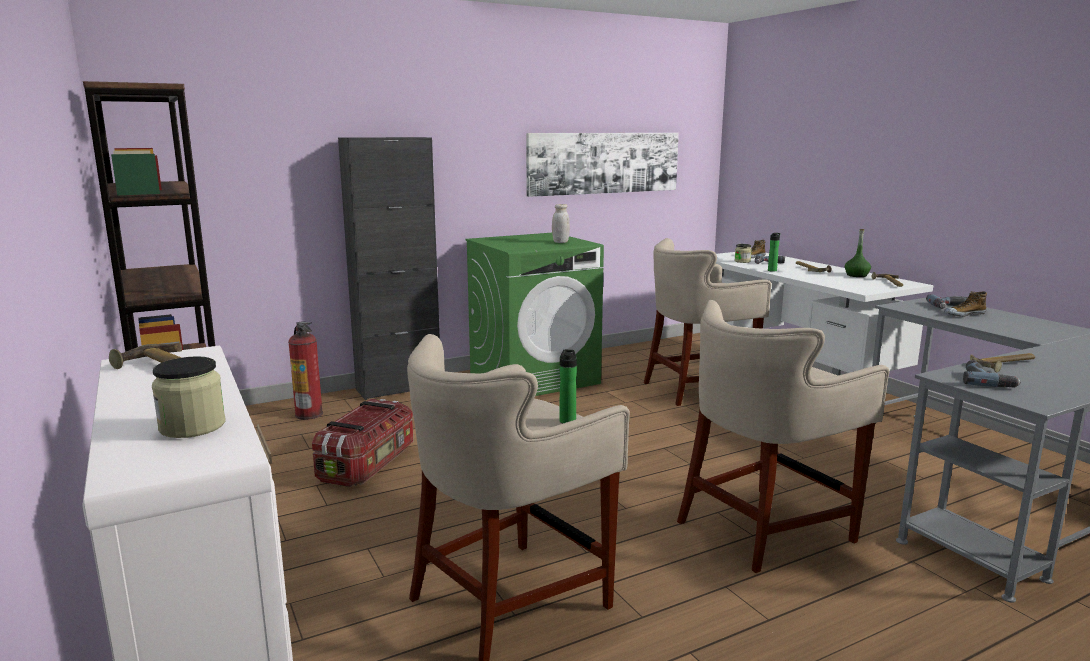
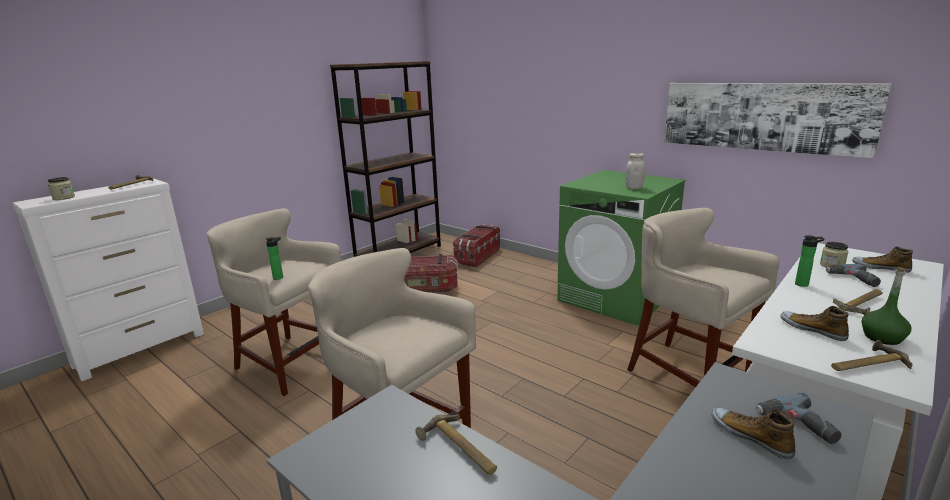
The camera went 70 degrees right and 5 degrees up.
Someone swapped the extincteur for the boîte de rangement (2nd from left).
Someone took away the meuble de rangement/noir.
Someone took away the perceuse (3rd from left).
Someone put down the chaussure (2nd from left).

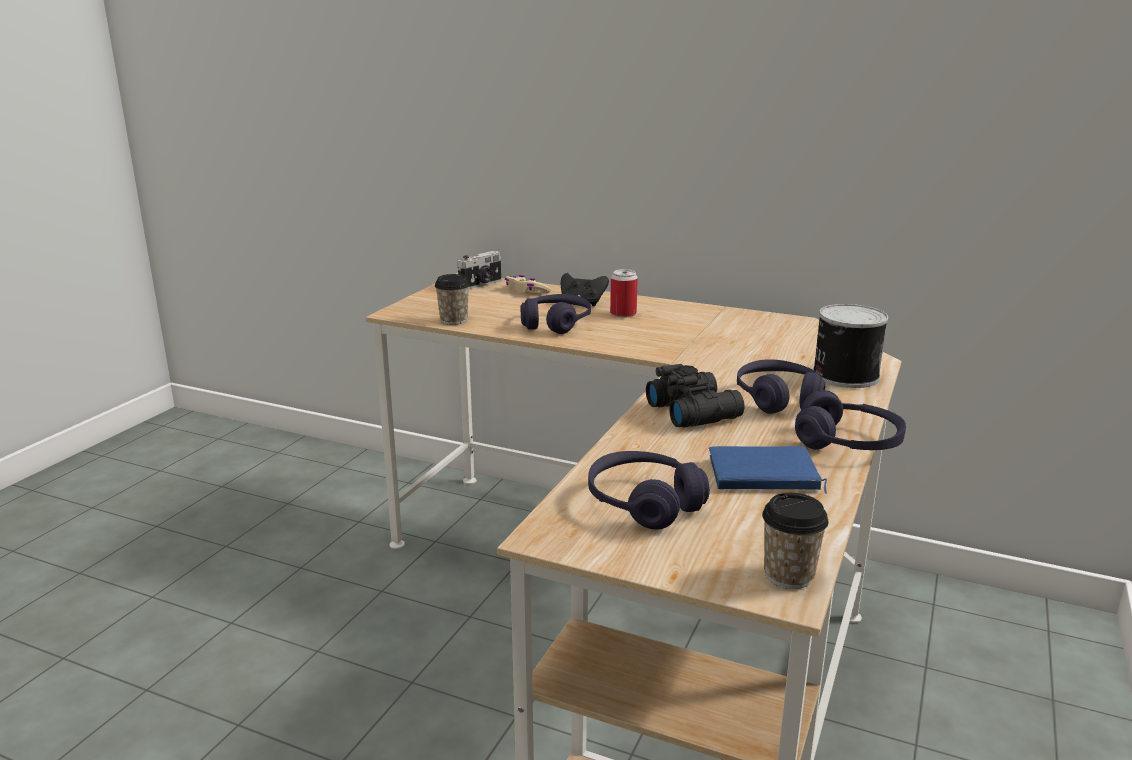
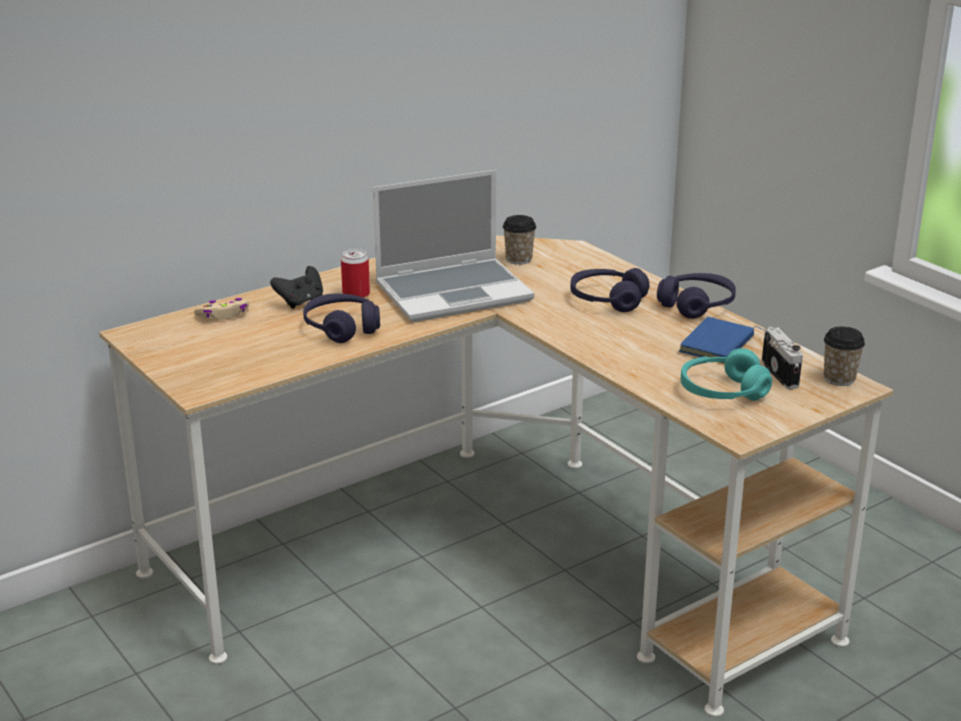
The camera went 60 degrees left and 5 degrees up.
Someone carried the tasse (1st from left).
Someone carried the appareil photo.
Someone repainted the casque audio/violet (2nd from left), which became the casque audio/turquoise.
Someone took away the jumelles/noir.
Someone took away the boîte métallique (2nd from left).
Someone put down the ordinateur portable.

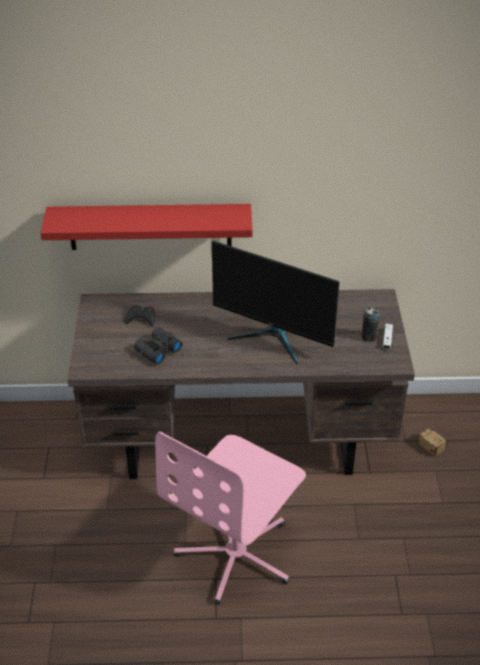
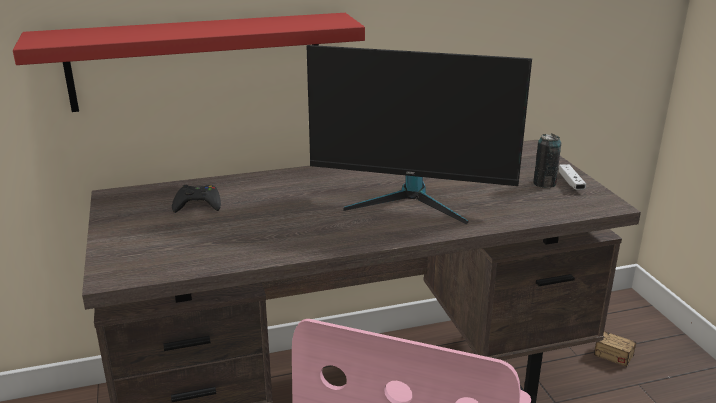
The camera went 15 degrees left and 15 degrees down.
Someone took away the jumelles/noir.

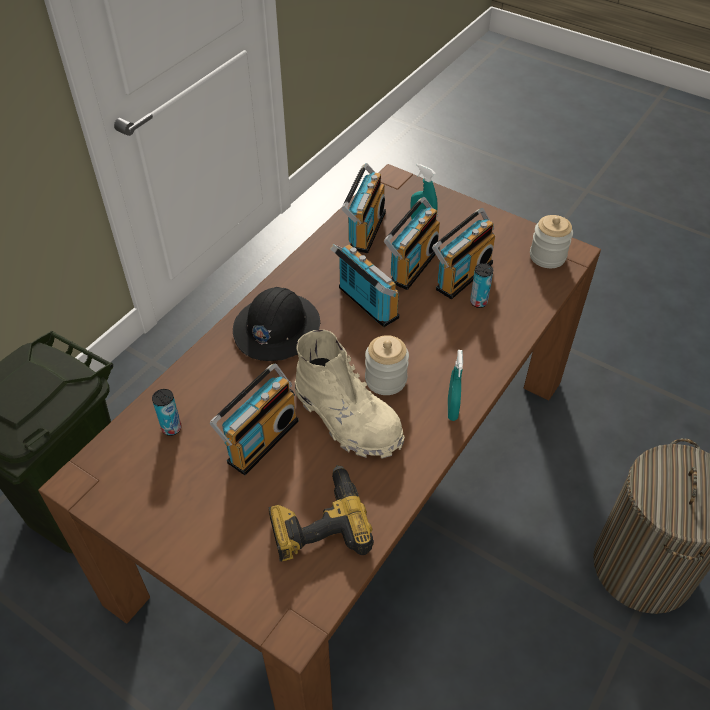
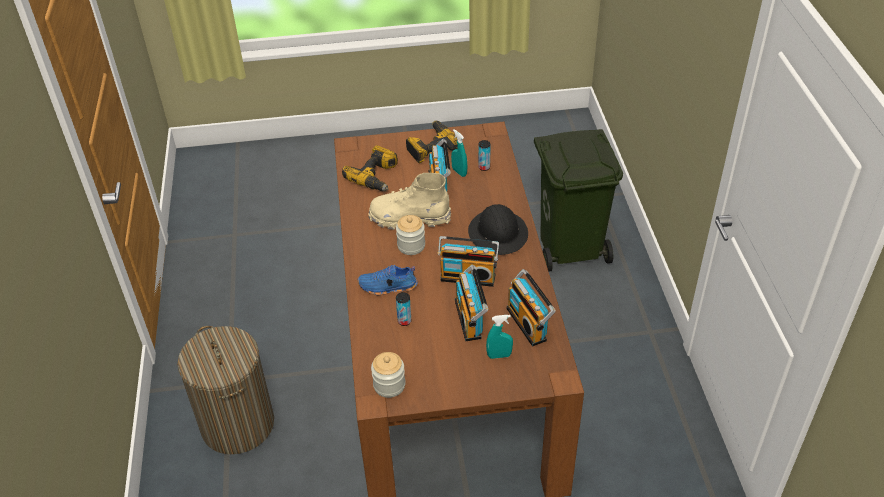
The camera went 140 degrees right and 5 degrees down.
Someone took away the radio (5th from left).
Someone carried the vaporisateur/turquoise (2nd from left in the first image).
Someone put down the chaussure/bleu.
Someone put down the perceuse (2nd from left).

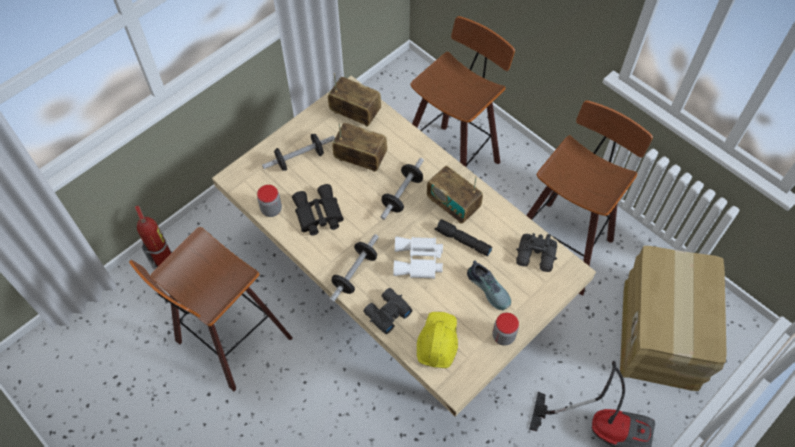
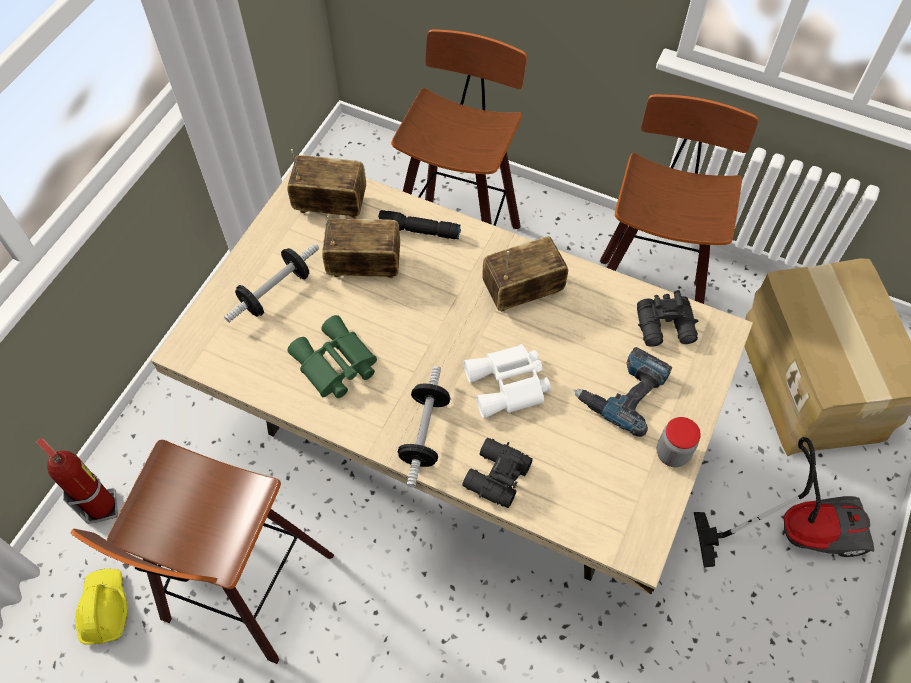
The camera went 20 degrees left and 0 degrees up.
Someone took away the bocal (1st from left).
Someone repainted the jumelles/noir (1st from left), which became the jumelles/vert.
Someone took away the haltère (3rd from left).
Someone carried the casque de chantier/jaune.
Someone rotated the radio (3rd from left) by 135 degrees clockwise.
Someone carried the lampe de poche/noir.
Someone swapped the chaussure for the perceuse.

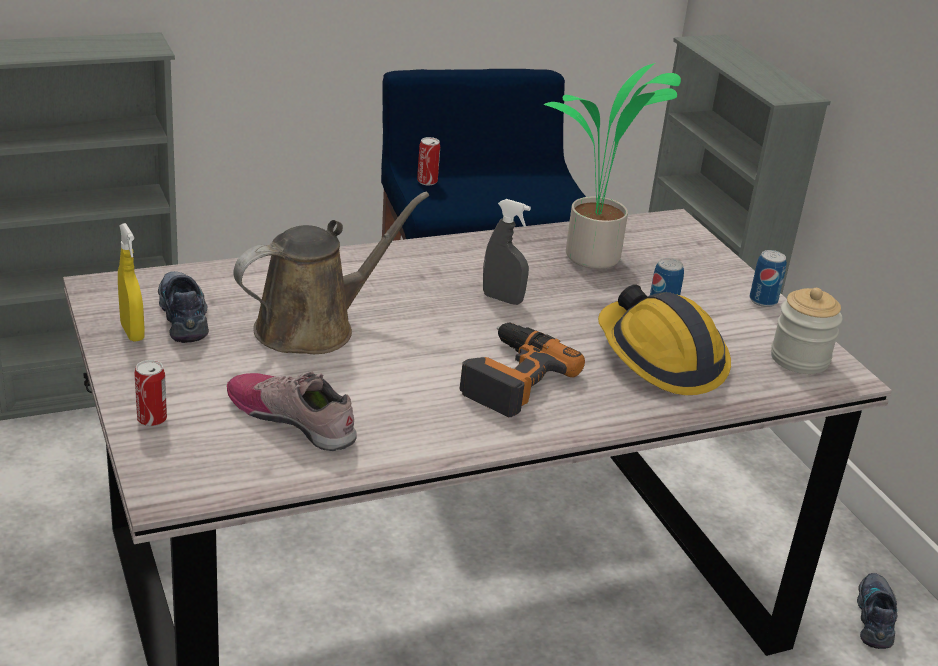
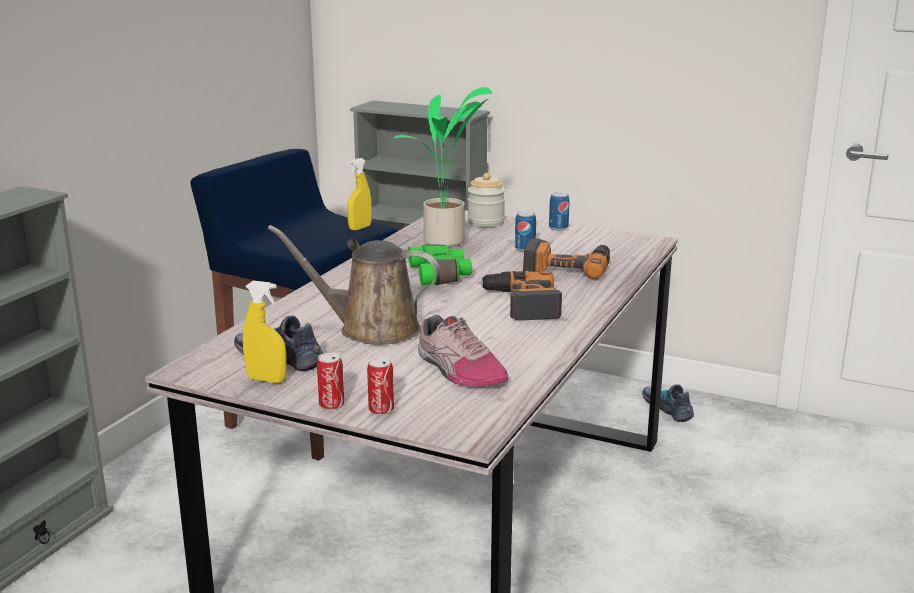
The camera went 40 degrees left and 10 degrees down.
Someone rotated the chaussure (2nd from left) by 120 degrees counterclockwise.
Someone rotated the arrosoir/marron by 90 degrees counterclockwise.
Someone carried the boîte métallique (2nd from left in the first image).
Someone swapped the vaporisateur/gris for the jumelles/vert.
Someone swapped the casque de chantier for the perceuse (2nd from left).
Someone carried the bocal.
Someone put down the vaporisateur/jaune (2nd from left).

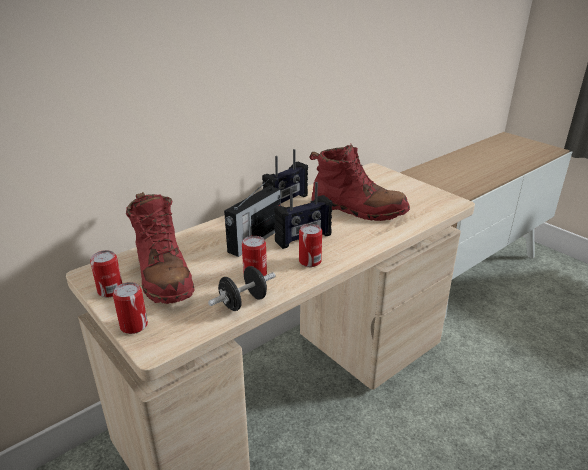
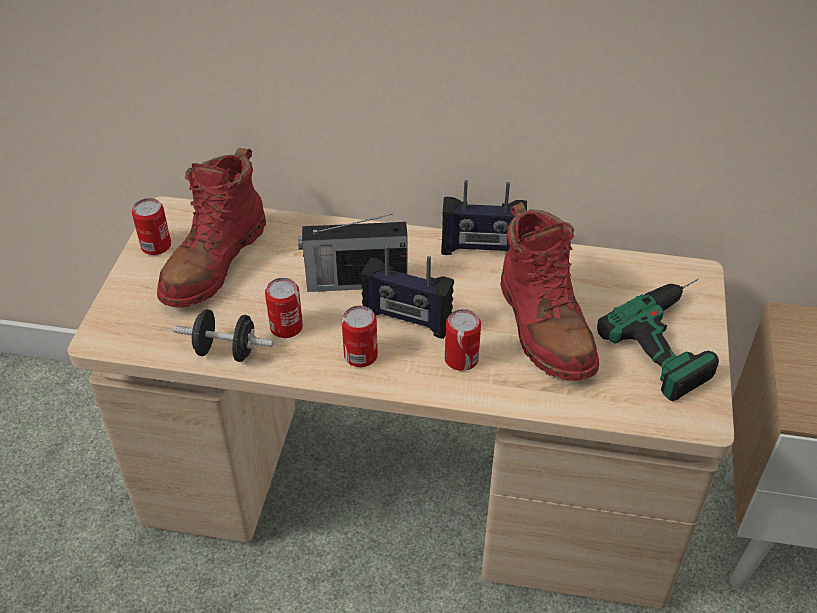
The camera went 50 degrees right and 15 degrees up.
Someone carried the boîte métallique (2nd from left in the first image).
Someone put down the perceuse.

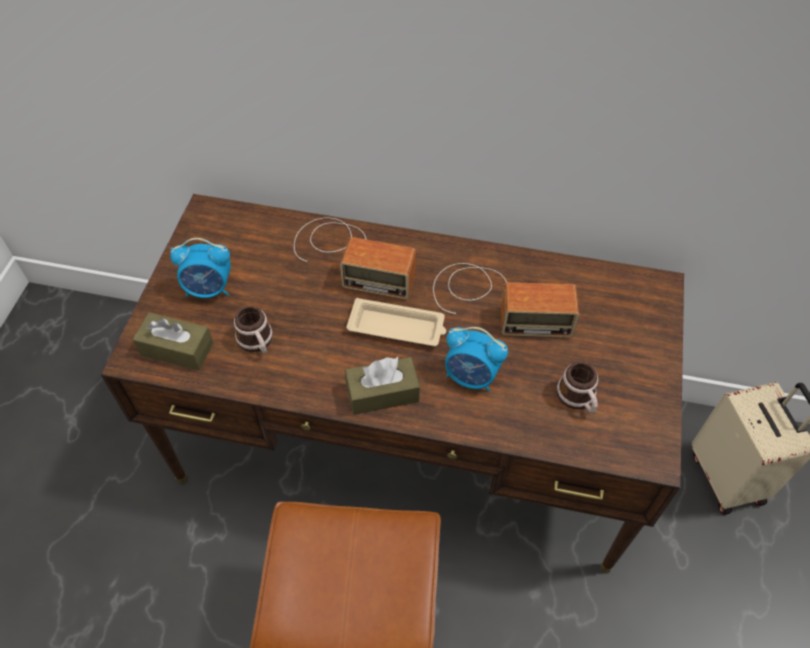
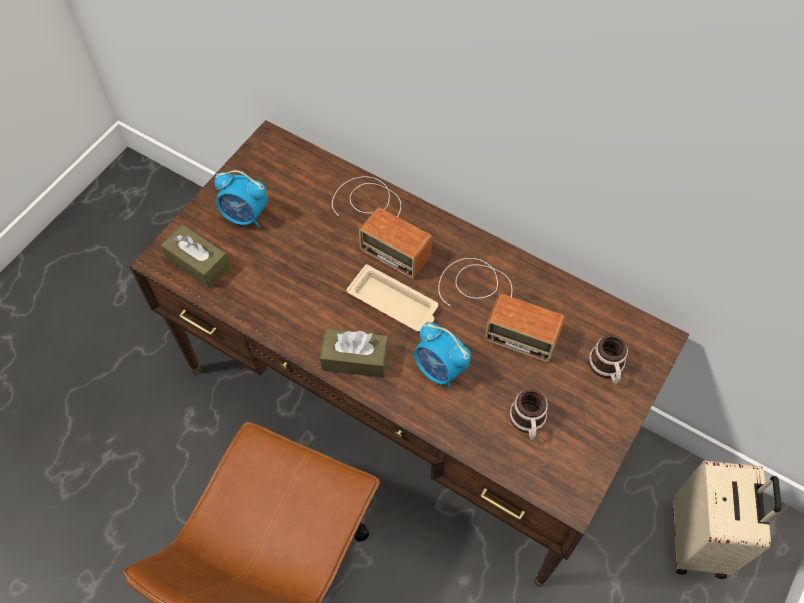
The camera went 20 degrees right and 5 degrees up.
Someone carried the mug (1st from left in the first image).

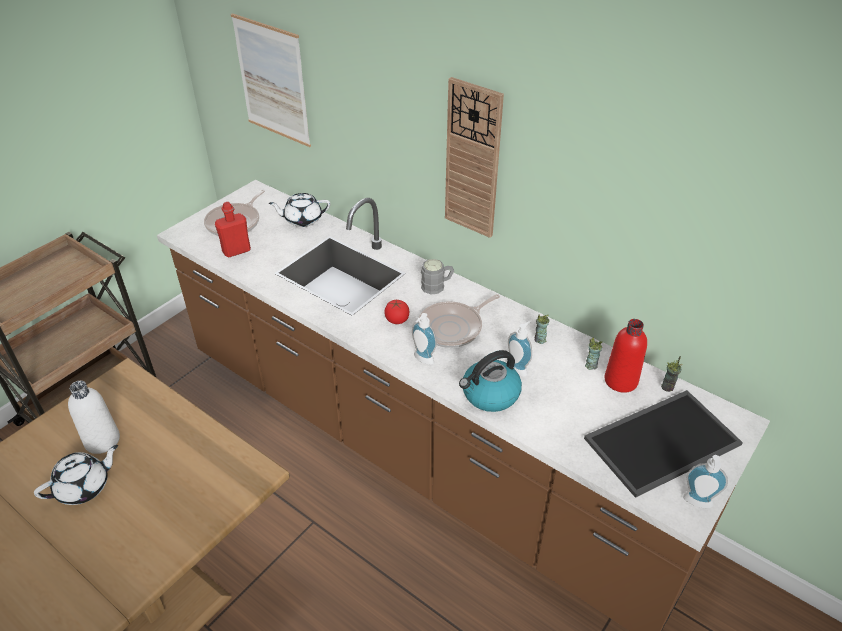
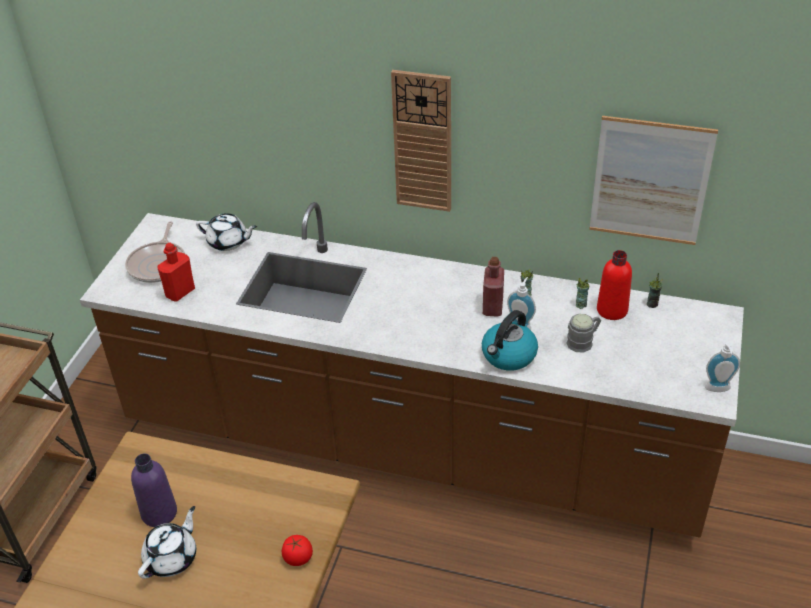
The camera went 20 degrees left and 0 degrees up.
Someone repainted the bouteille/blanc, which became the bouteille/violet.
Someone carried the tableau.
Someone rotated the théière/blanc (2nd from left) by 135 degrees counterclockwise.
Someone carried the tomate.
Someone took away the distributeur de savon (1st from left).
Someone took away the poêle (2nd from left).
Someone carried the mug/gris.
Someone took away the plateau.
Someone put down the bouteille/rouge (2nd from left).

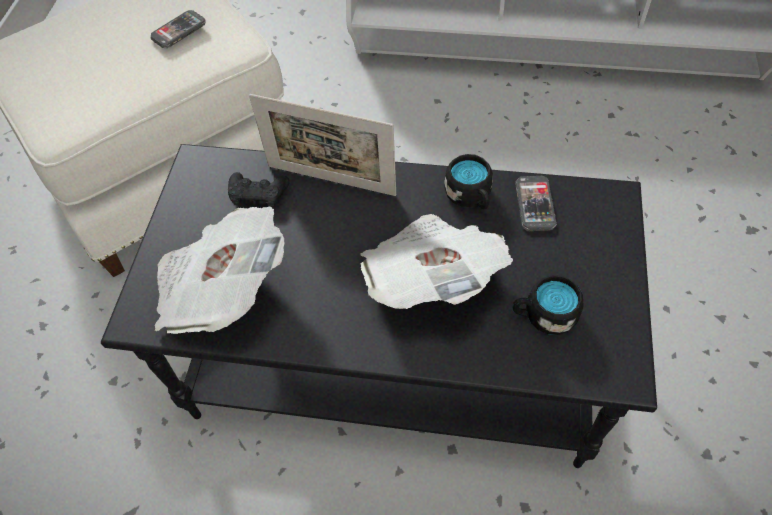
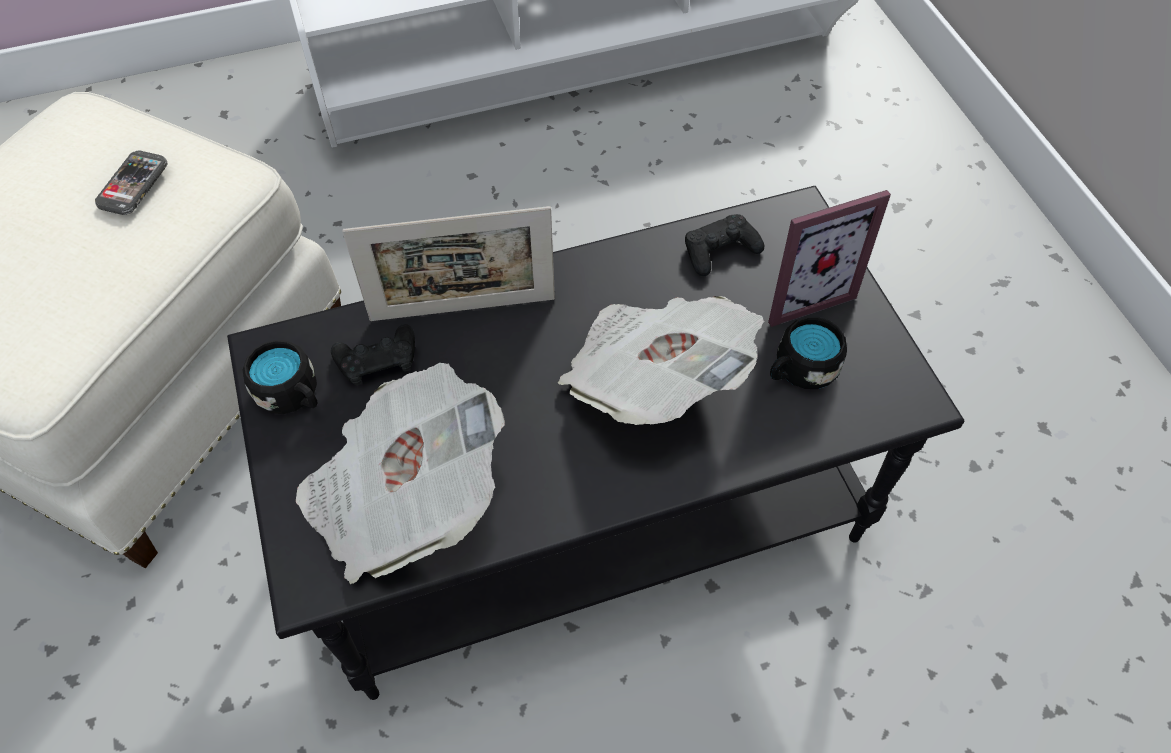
The camera went 30 degrees left and 0 degrees up.
Someone carried the mug/noir (1st from left).
Someone swapped the téléphone (2nd from left) for the manette/noir (2nd from left).
Someone put down the cadre photo (2nd from left).

